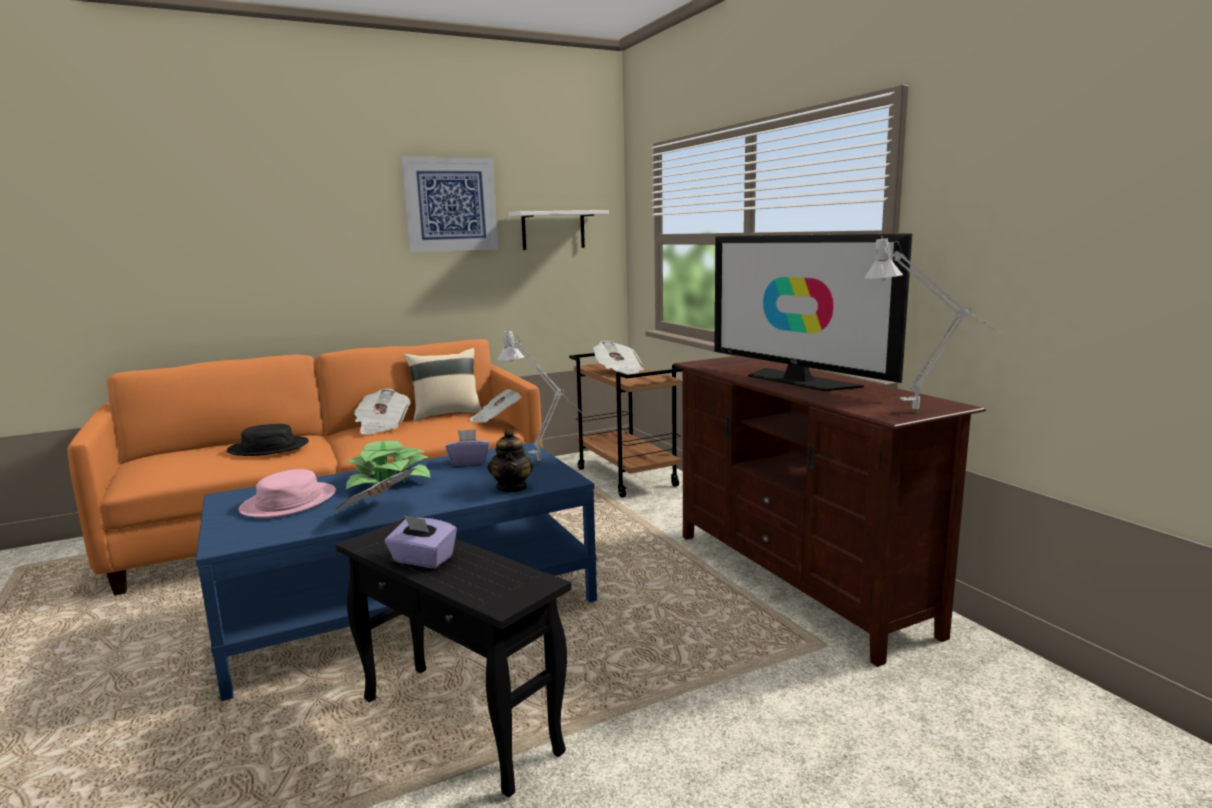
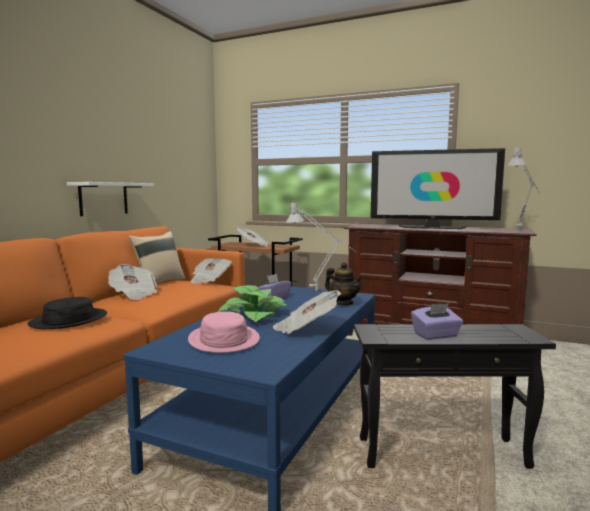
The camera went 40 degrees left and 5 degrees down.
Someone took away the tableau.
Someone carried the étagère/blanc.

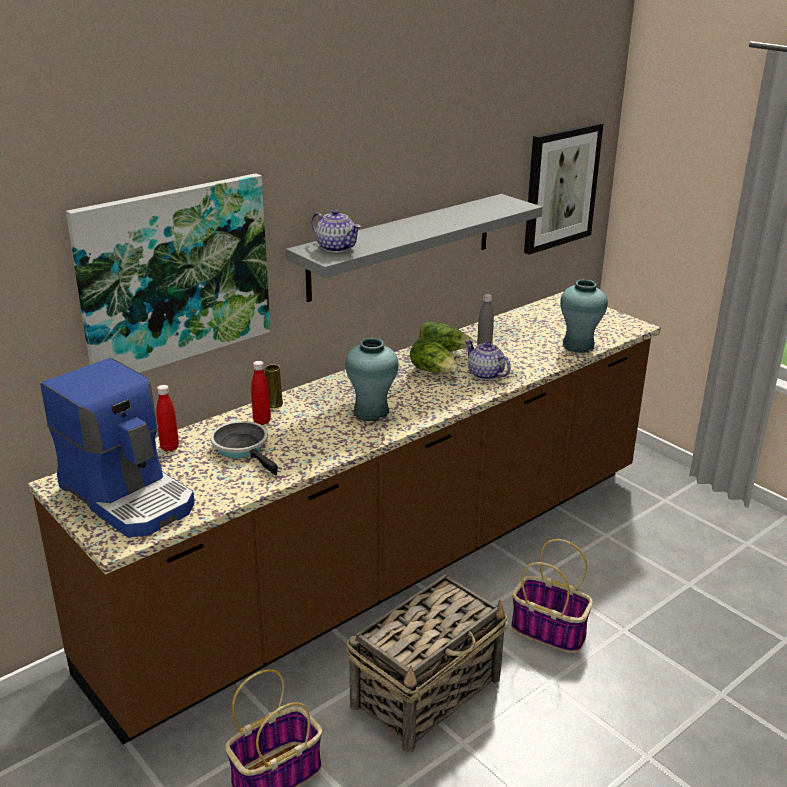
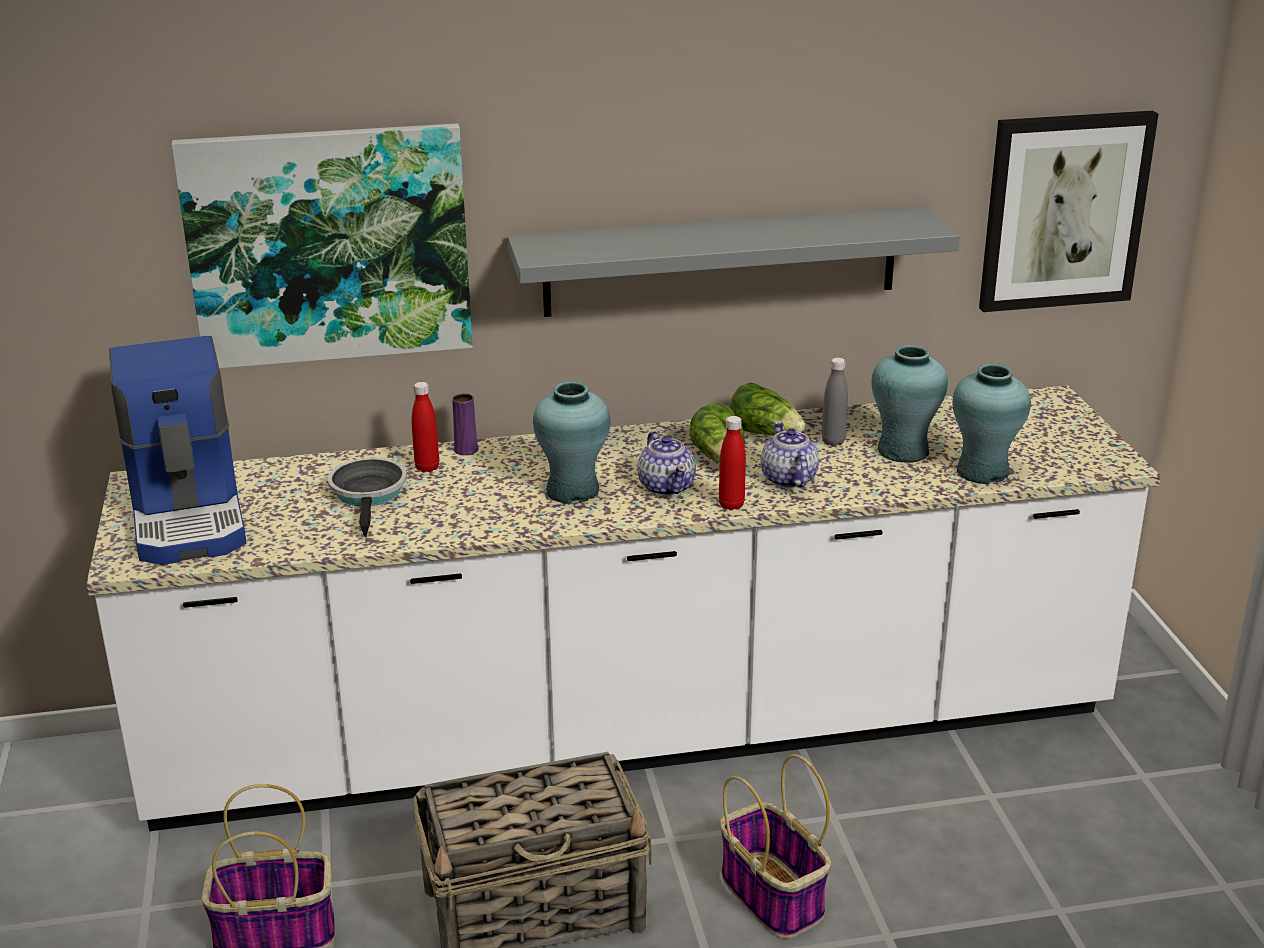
The camera went 30 degrees right and 0 degrees up.
Someone repainted the comptoir de cuisine/marron, which became the comptoir de cuisine/blanc.
Someone carried the bouteille/rouge (1st from left in the first image).
Someone repainted the vase/jaune, which became the vase/violet.
Someone carried the théière (1st from left).
Someone put down the vase/turquoise (2nd from left).

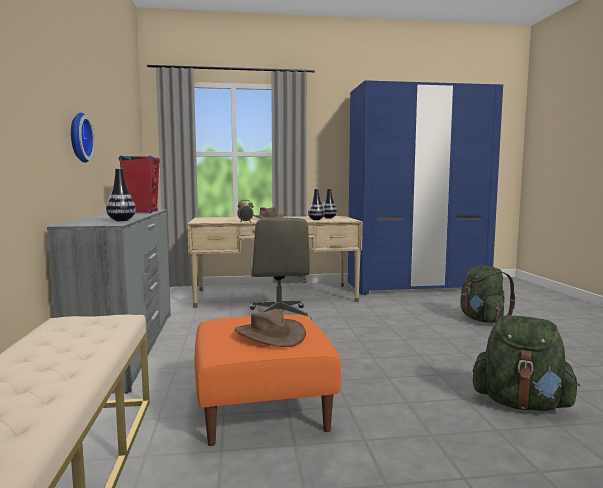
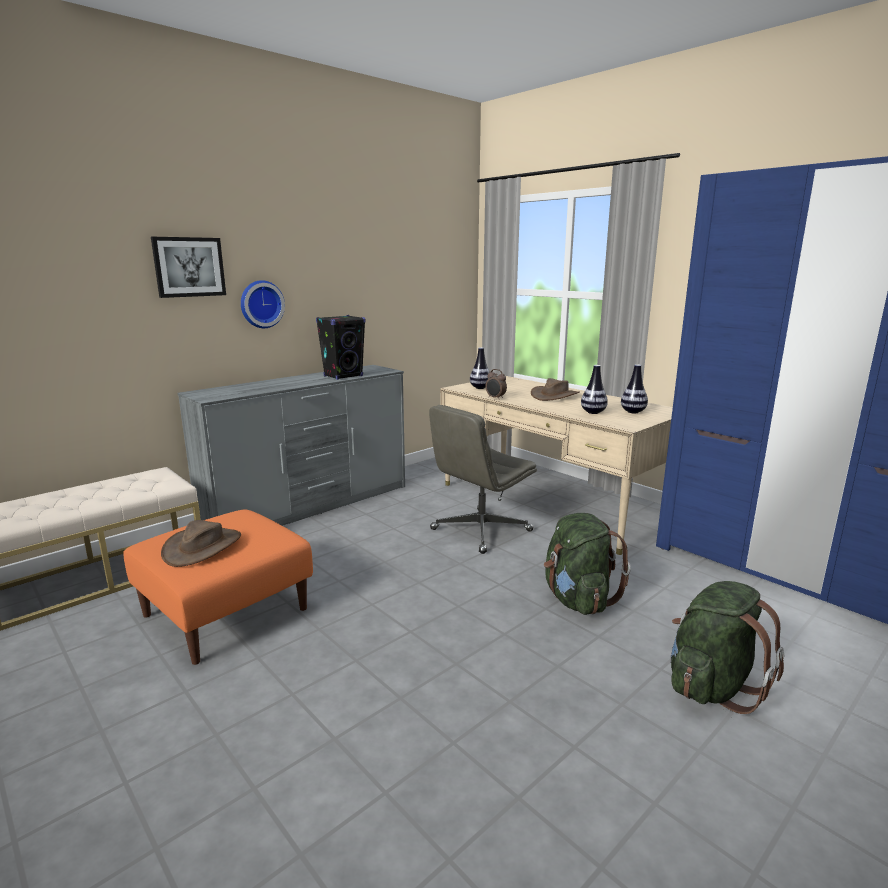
The camera went 55 degrees right and 10 degrees up.
Someone carried the vase (1st from left).
Someone repainted the enceinte/rouge, which became the enceinte/noir.
Someone carried the sac à dos/vert (2nd from left in the first image).
Someone put up the tableau.

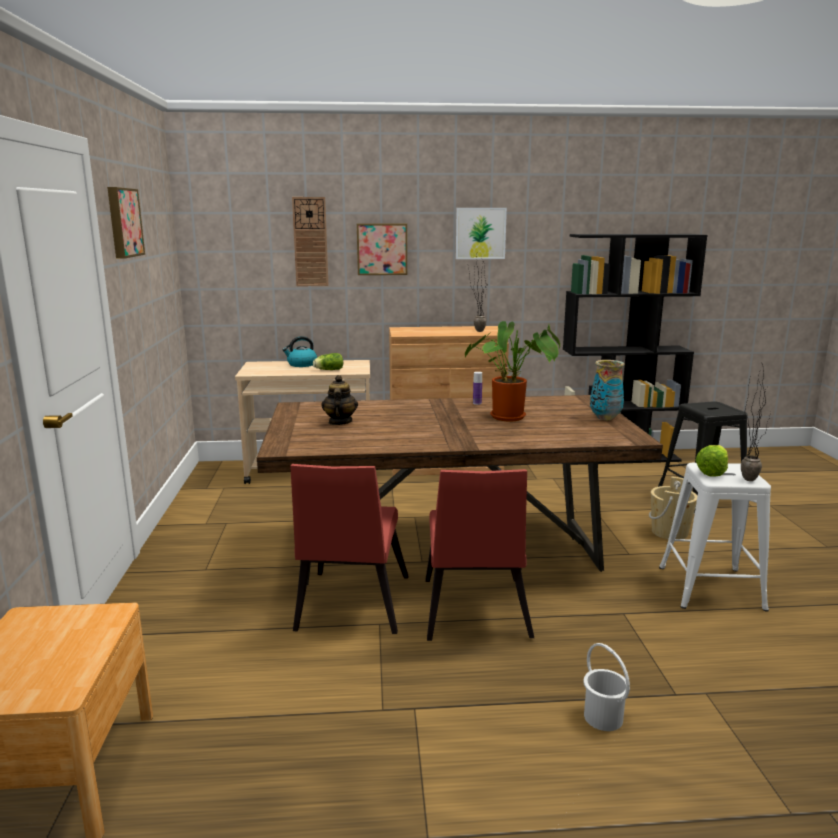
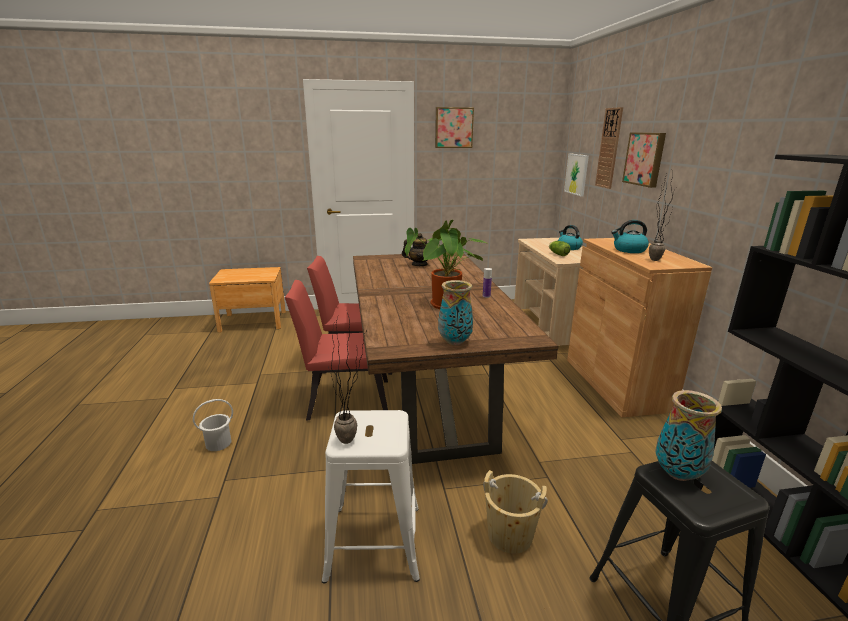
The camera went 85 degrees right and 5 degrees up.
Someone carried the tableau (3rd from left in the first image).
Someone took away the laitue (2nd from left).
Someone put down the bouilloire (2nd from left).
Someone put down the vase (2nd from left).

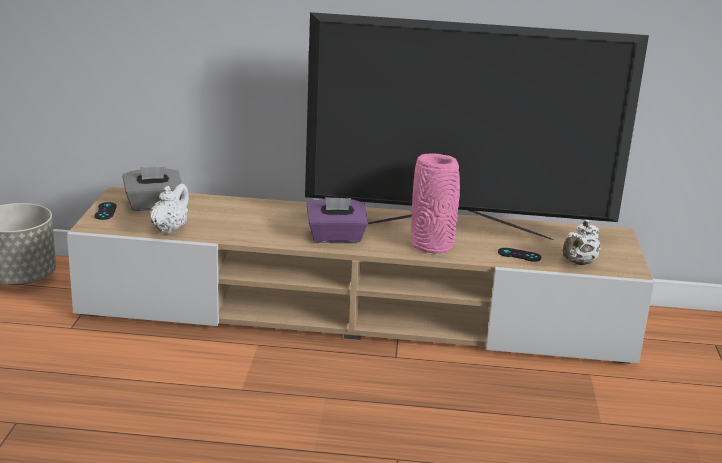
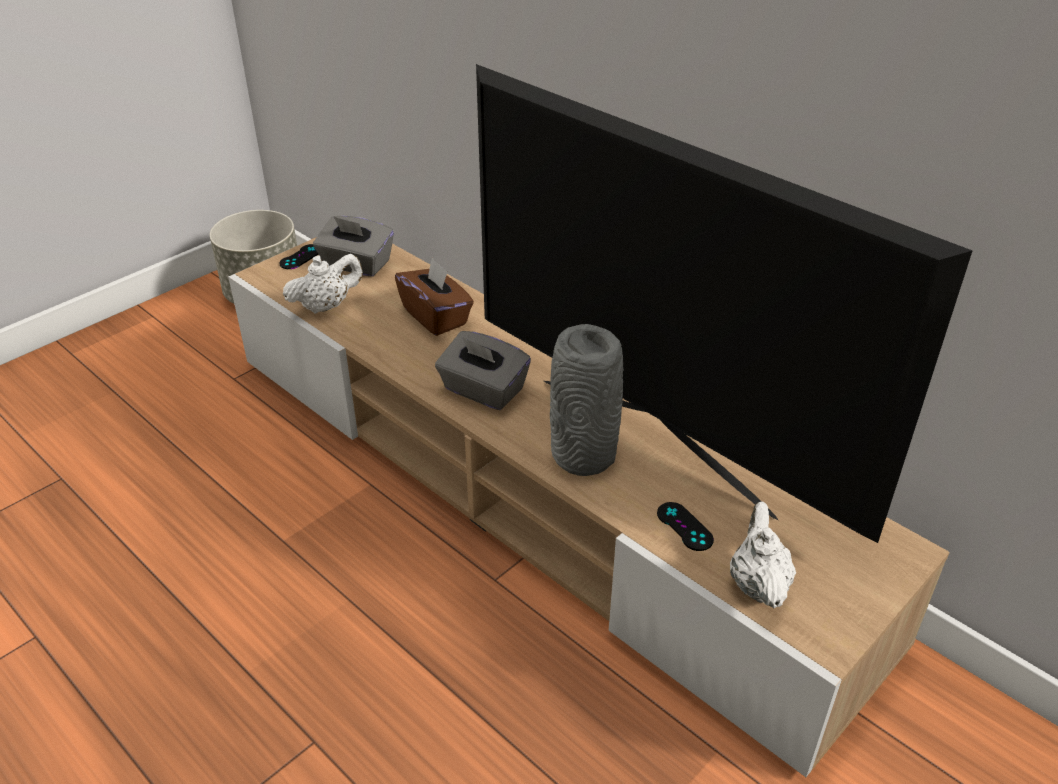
The camera went 40 degrees right and 15 degrees up.
Someone repainted the boîte à mouchoirs/violet, which became the boîte à mouchoirs/gris (2nd from left).
Someone repainted the vase/rose, which became the vase/gris.
Someone rotated the théière/blanc (2nd from left) by 105 degrees clockwise.
Someone put down the boîte à mouchoirs/marron.

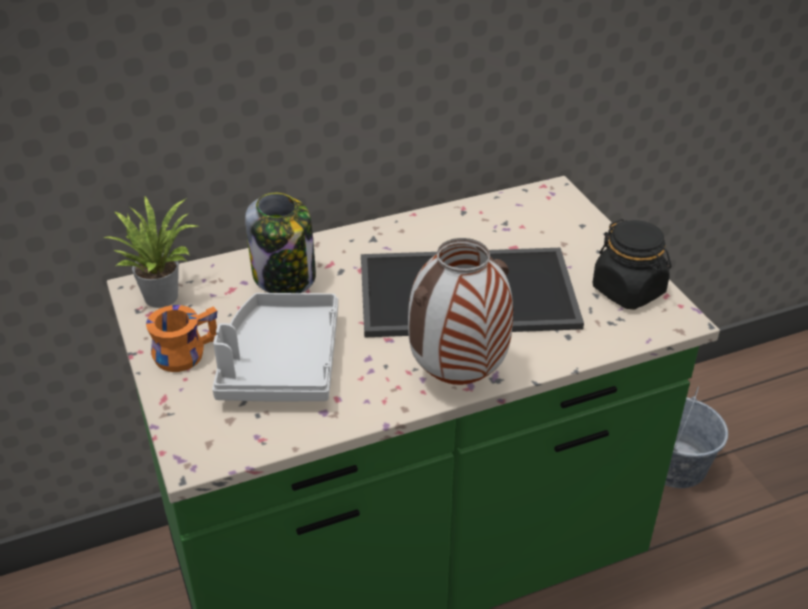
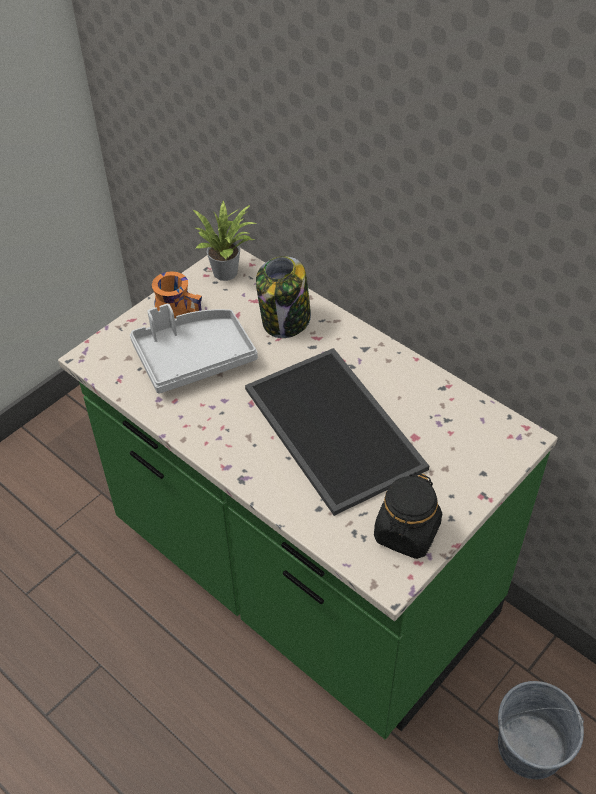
The camera went 65 degrees right and 10 degrees up.
Someone took away the vase.

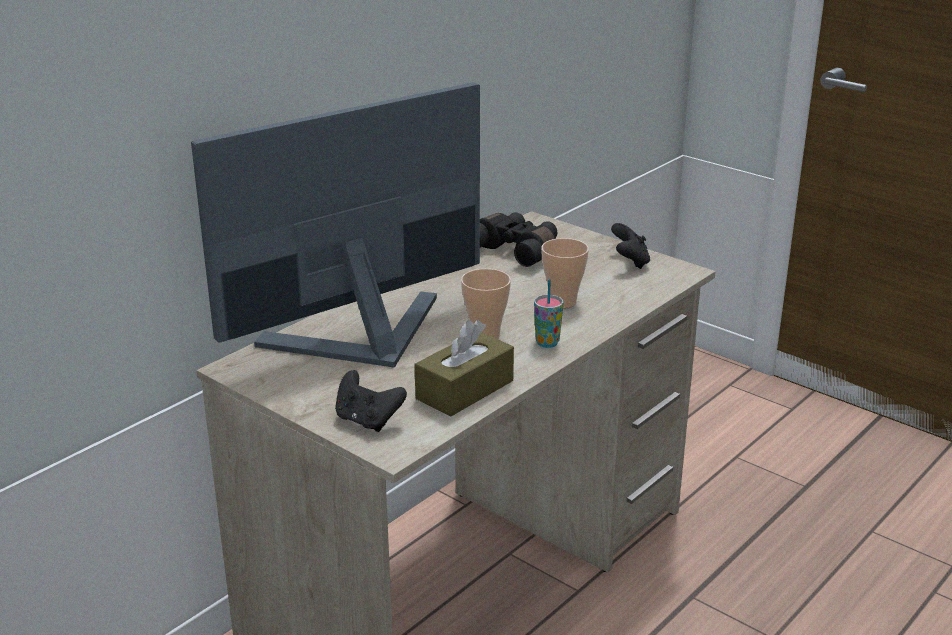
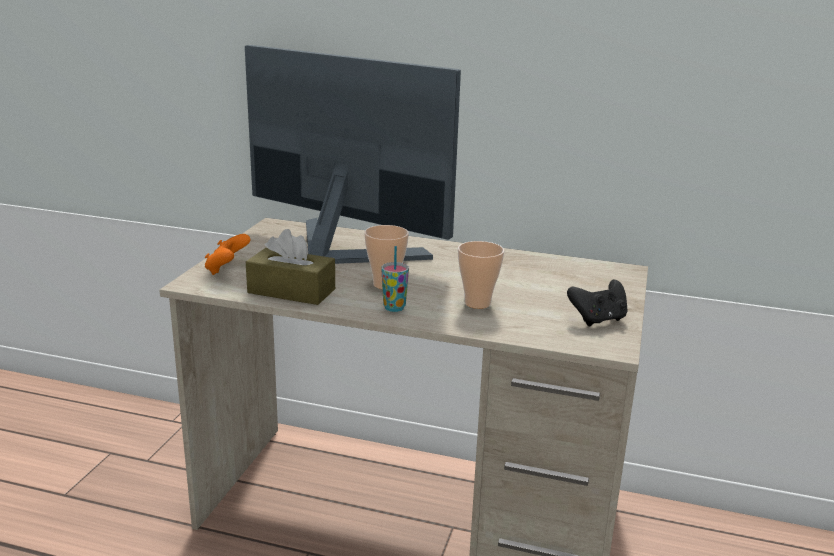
The camera went 65 degrees right and 5 degrees down.
Someone repainted the manette/noir (1st from left), which became the manette/orange.
Someone took away the jumelles/noir.

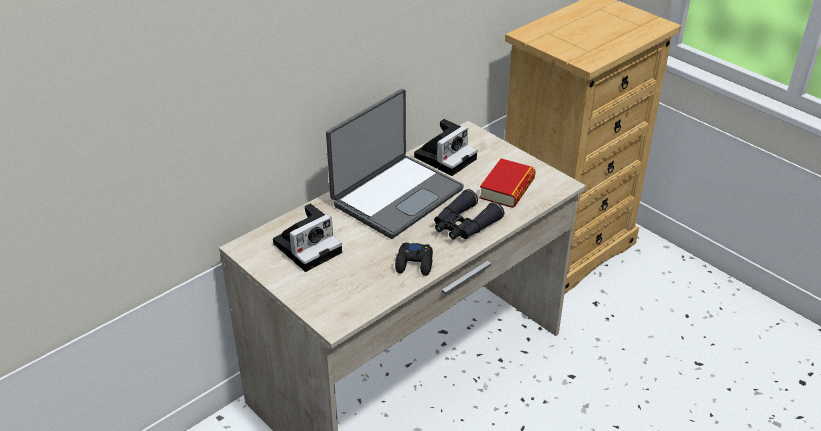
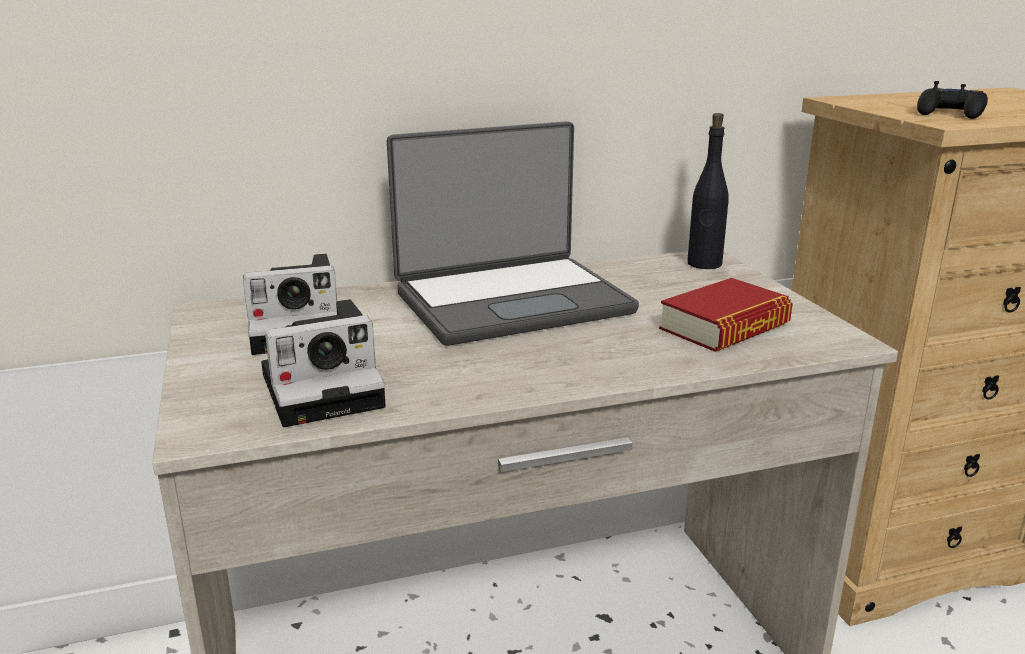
The camera went 25 degrees right and 15 degrees down.
Someone carried the manette/noir.
Someone carried the appareil photo (2nd from left).
Someone took away the jumelles/noir.
Someone put down the bouteille/noir.

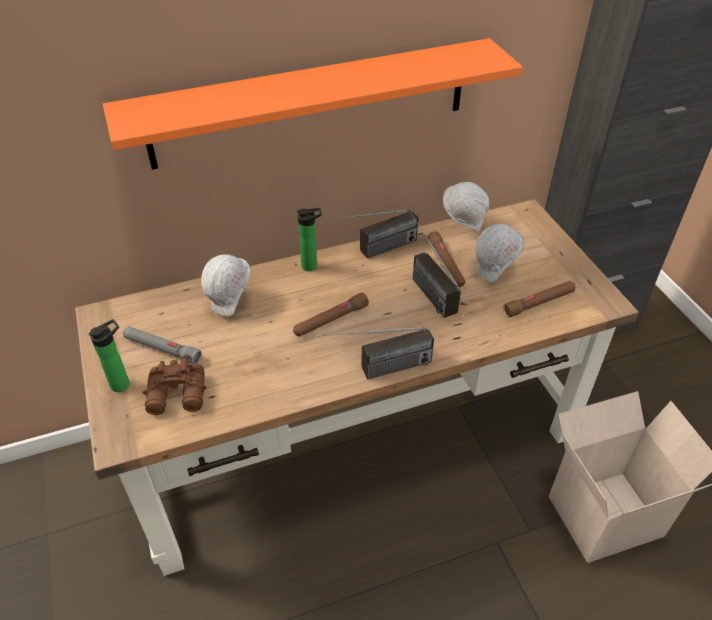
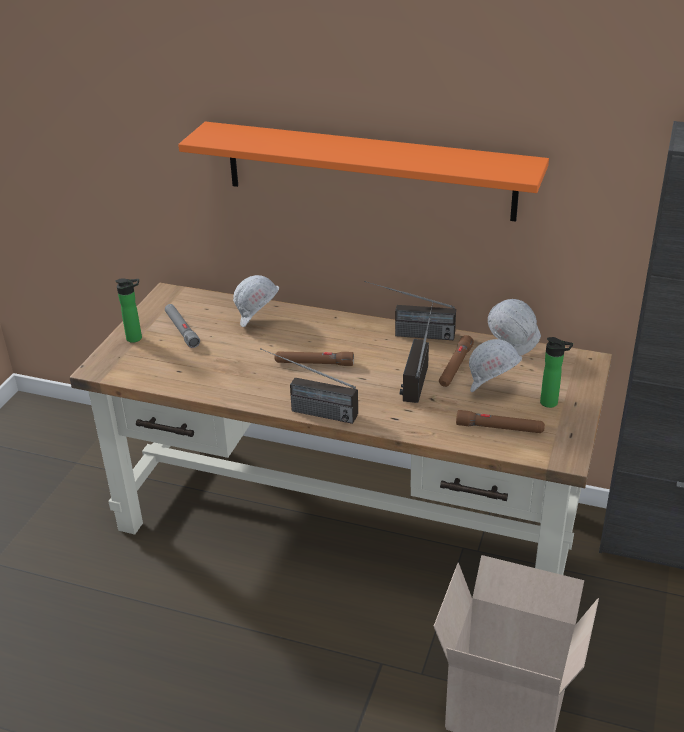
The camera went 40 degrees right and 10 degrees down.
Someone took away the jumelles/marron.
Someone carried the bouteille (2nd from left).

